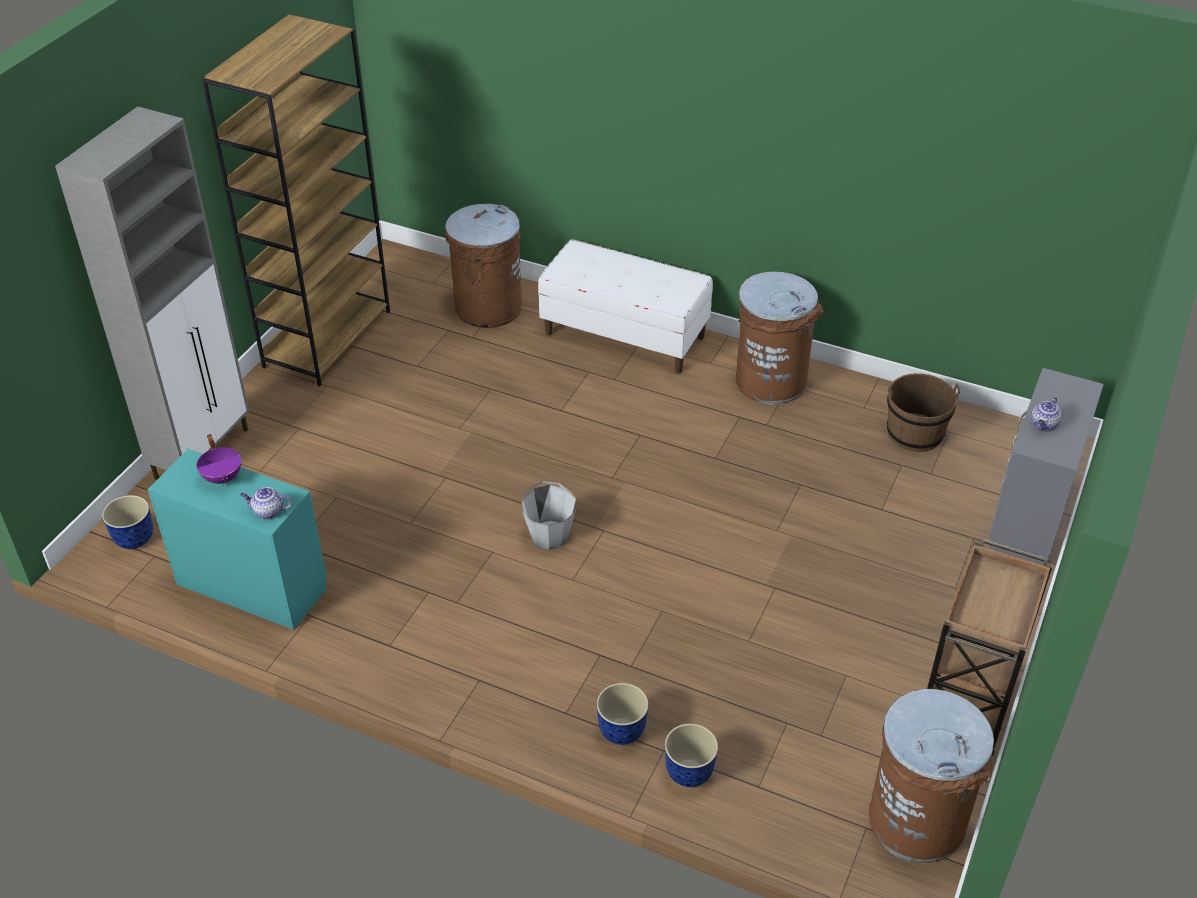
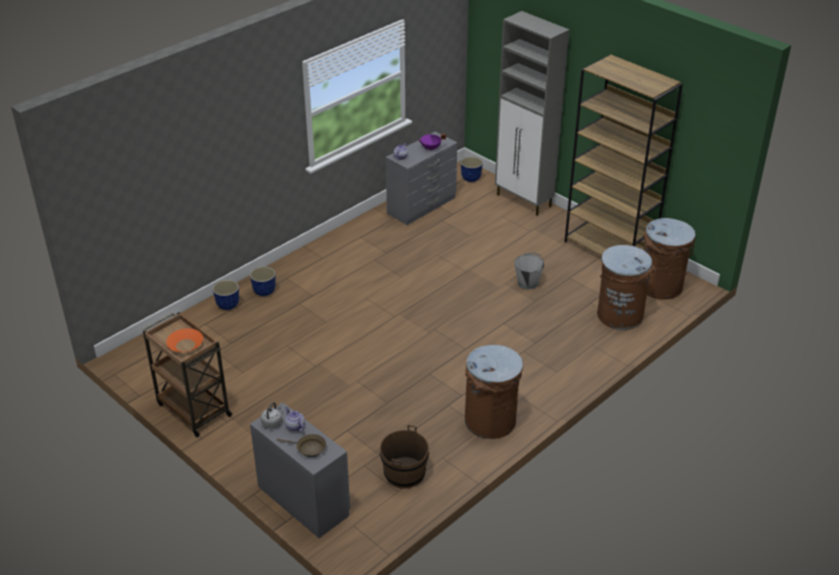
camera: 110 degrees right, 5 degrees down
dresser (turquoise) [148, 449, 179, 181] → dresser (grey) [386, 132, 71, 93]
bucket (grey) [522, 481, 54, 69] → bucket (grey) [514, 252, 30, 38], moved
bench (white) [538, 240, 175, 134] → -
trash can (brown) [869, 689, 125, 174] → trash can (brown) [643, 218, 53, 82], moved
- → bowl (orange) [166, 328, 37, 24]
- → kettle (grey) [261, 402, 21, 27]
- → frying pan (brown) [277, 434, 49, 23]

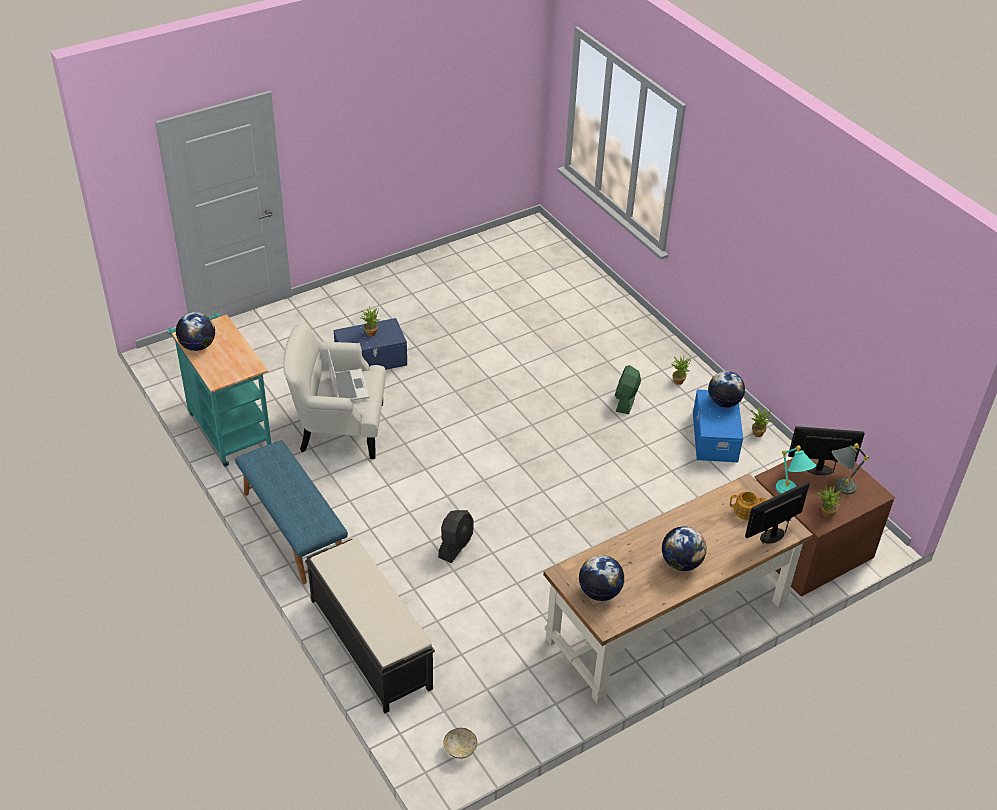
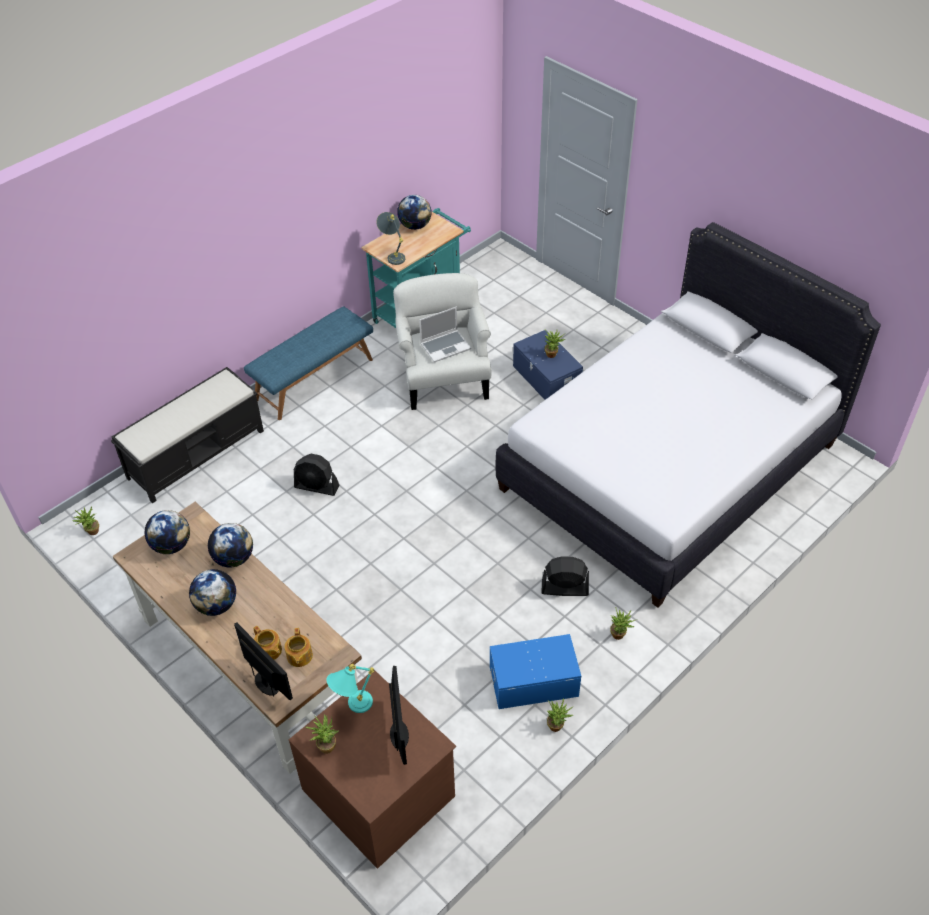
camera: 80 degrees right, 5 degrees up
bowl [444, 728, 33, 31] → potted plant [72, 506, 27, 29]
fan (green) [615, 365, 26, 49] → fan (black) [542, 556, 47, 40]
globe [708, 371, 37, 37] → globe [208, 523, 45, 45], moved
table lamp (grey) [832, 443, 37, 51] → table lamp (grey) [376, 212, 29, 53], moved
- → teapot [253, 626, 29, 34]
- → bed (white) [496, 222, 385, 386]

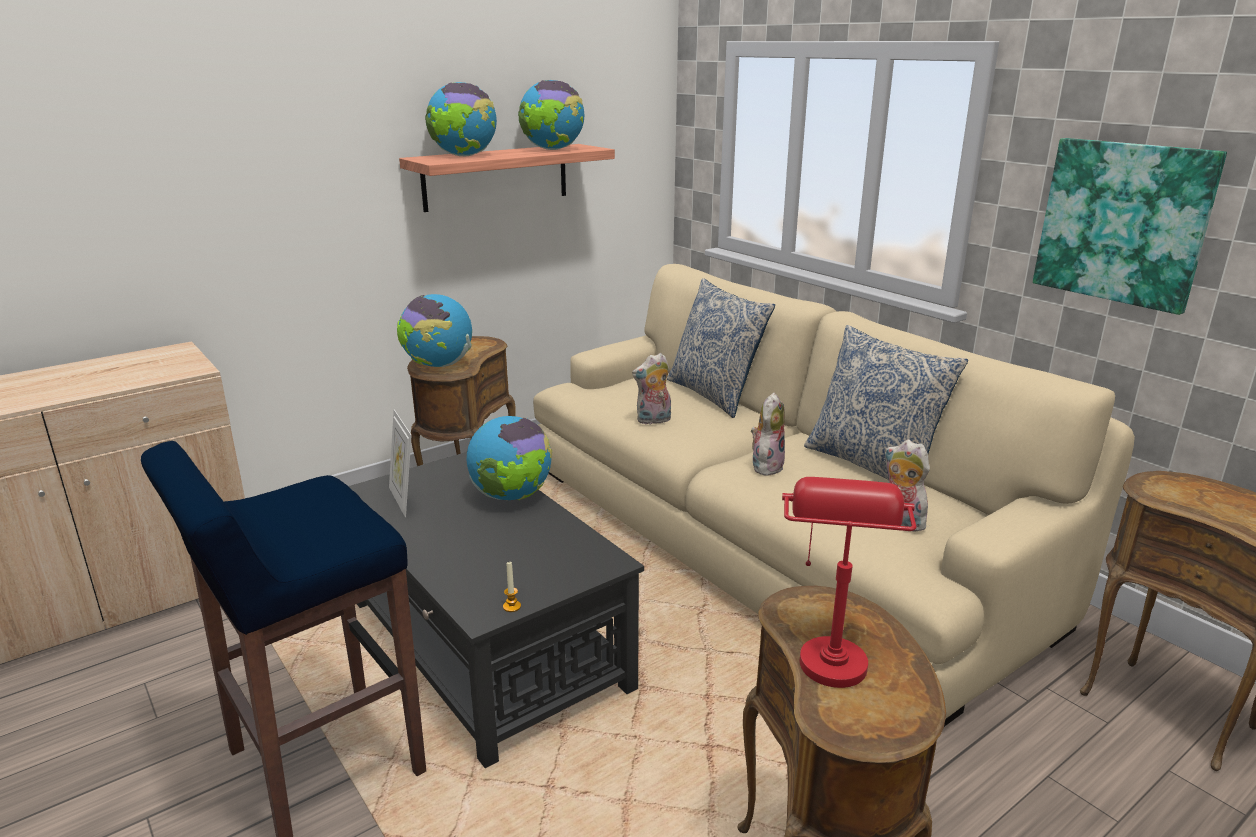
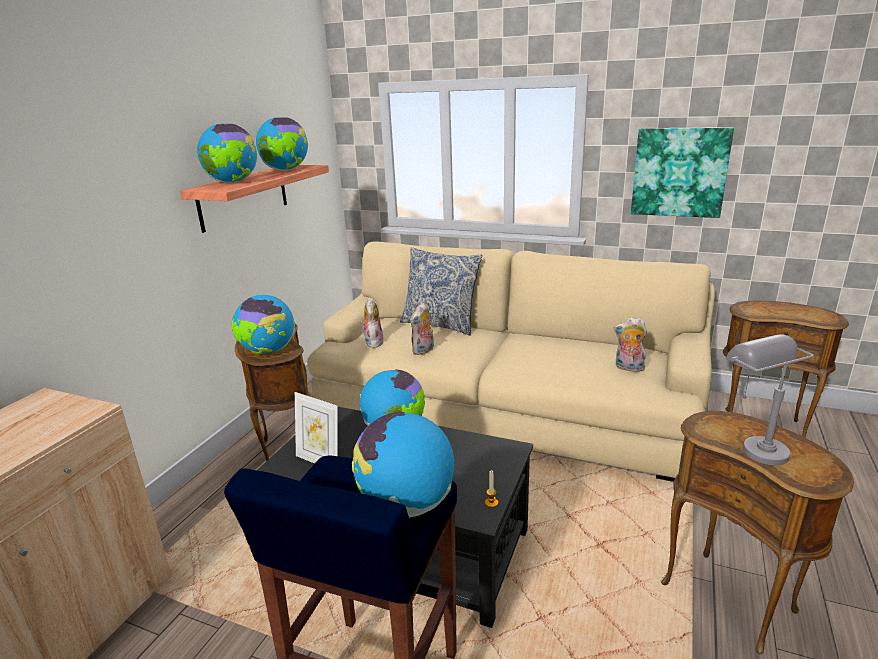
camera: 30 degrees left, 0 degrees up
plush toy [751, 393, 34, 83] → plush toy [360, 297, 23, 51], moved
table lamp (red) [782, 477, 134, 211] → table lamp (grey) [726, 334, 88, 131]
pillow [804, 325, 164, 155] → -
- → globe [352, 411, 102, 107]

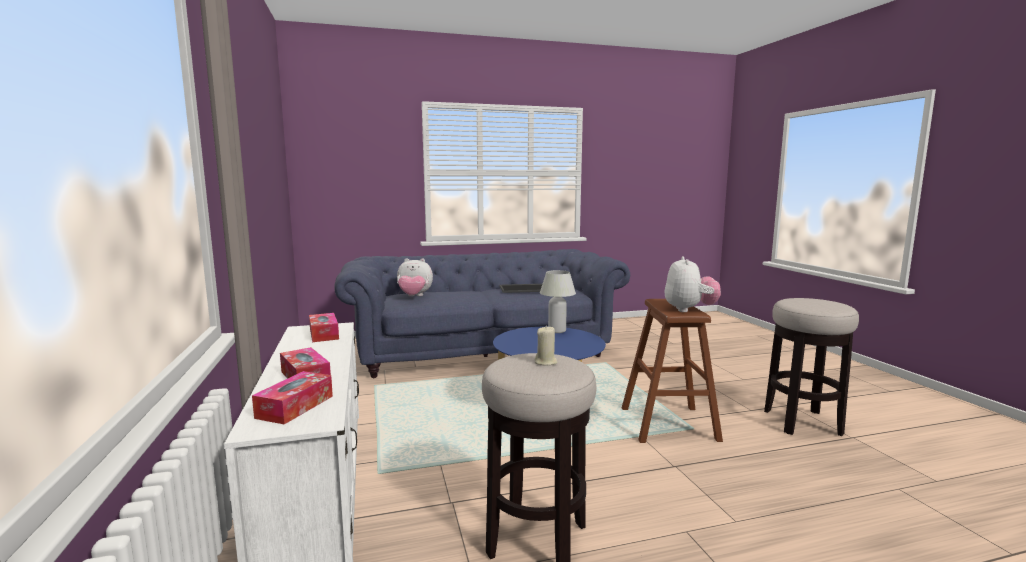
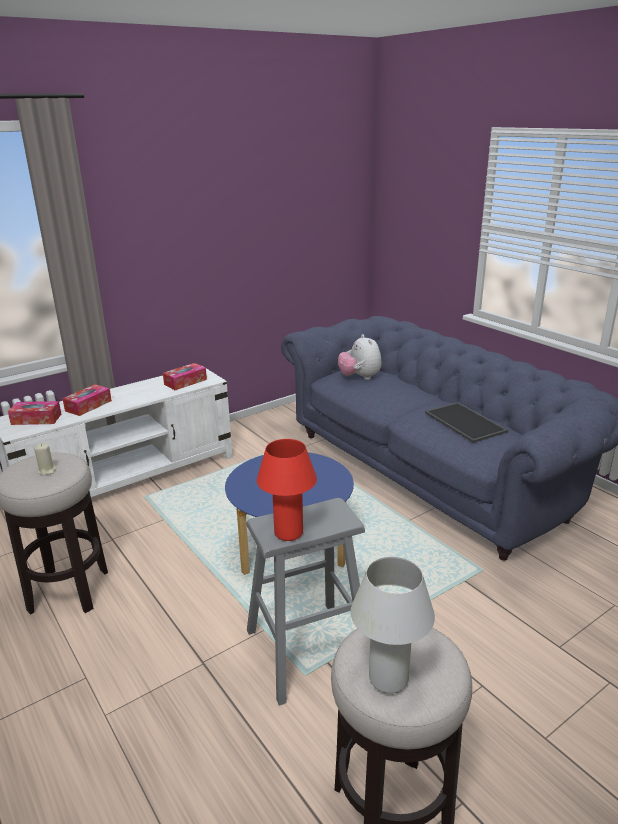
camera: 70 degrees right, 15 degrees up
table lamp (white) [540, 270, 36, 63] → table lamp (white) [351, 557, 84, 137], moved
stool (brown) [622, 299, 101, 144] → stool (grey) [247, 498, 118, 208]
plush toy [665, 256, 56, 56] → table lamp (red) [257, 439, 60, 102]

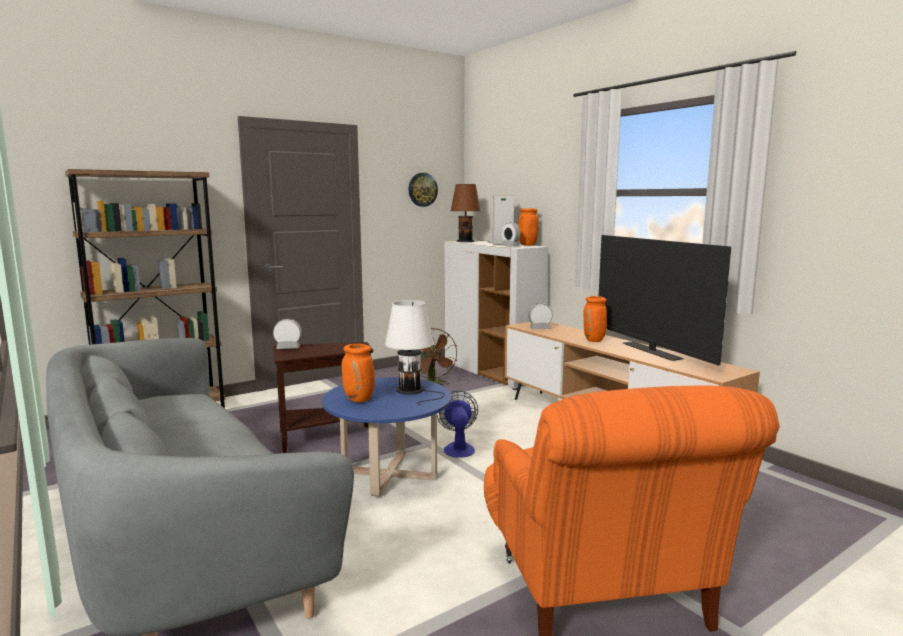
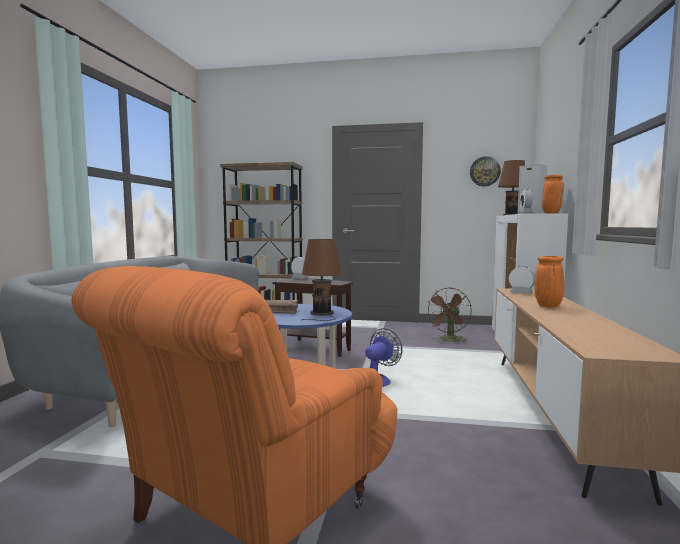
camera: 45 degrees right, 5 degrees down
vase (orange) [342, 344, 33, 58] → book (brown) [266, 300, 32, 14]
table lamp (white) [385, 300, 60, 105] → table lamp (brown) [301, 239, 41, 82]
television [599, 235, 132, 130] → -

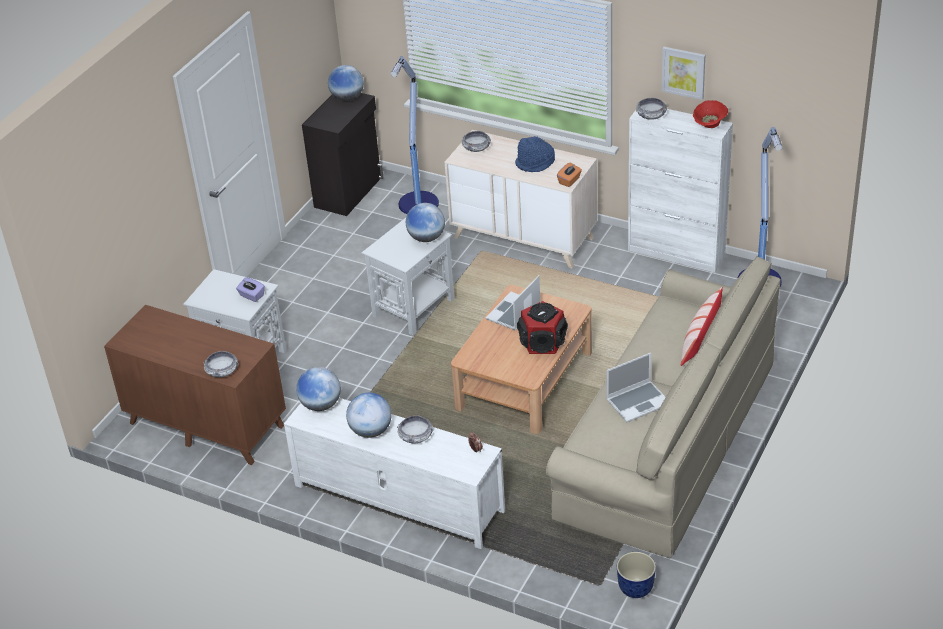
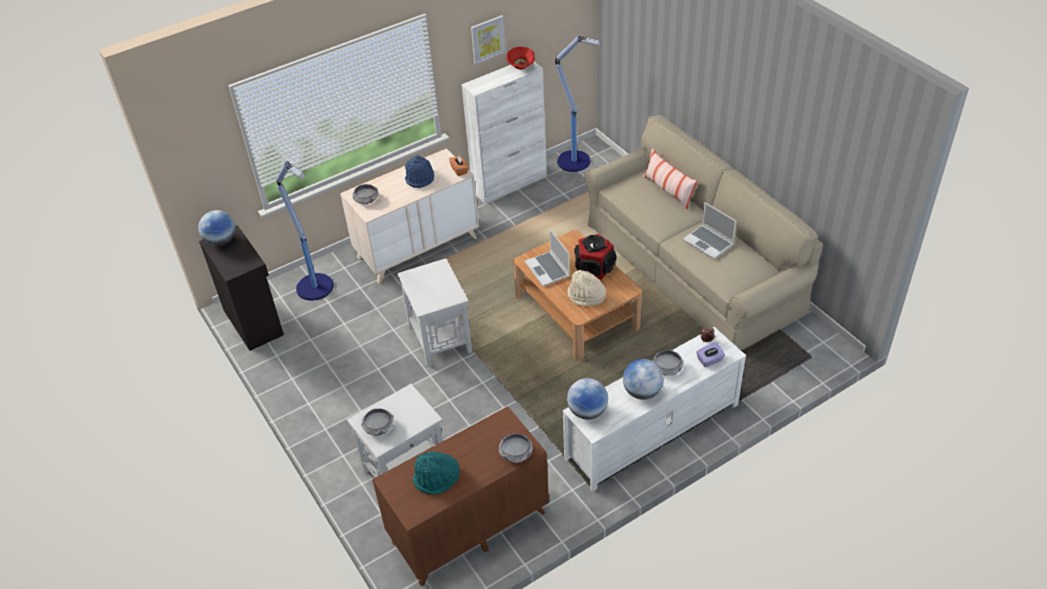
camera: 60 degrees left, 5 degrees up
tissue box (purple) [236, 277, 29, 25] → tissue box (purple) [697, 343, 28, 24], moved
globe [406, 203, 39, 39] → -
laptop [606, 353, 60, 69] → laptop [683, 202, 53, 57], 135 degrees clockwise
planter [617, 552, 39, 46] → -
bowl [636, 98, 31, 22] → bowl [361, 408, 33, 28], moved
- → hat (turquoise) [413, 451, 47, 44]
- → hat (beige) [567, 270, 39, 36]

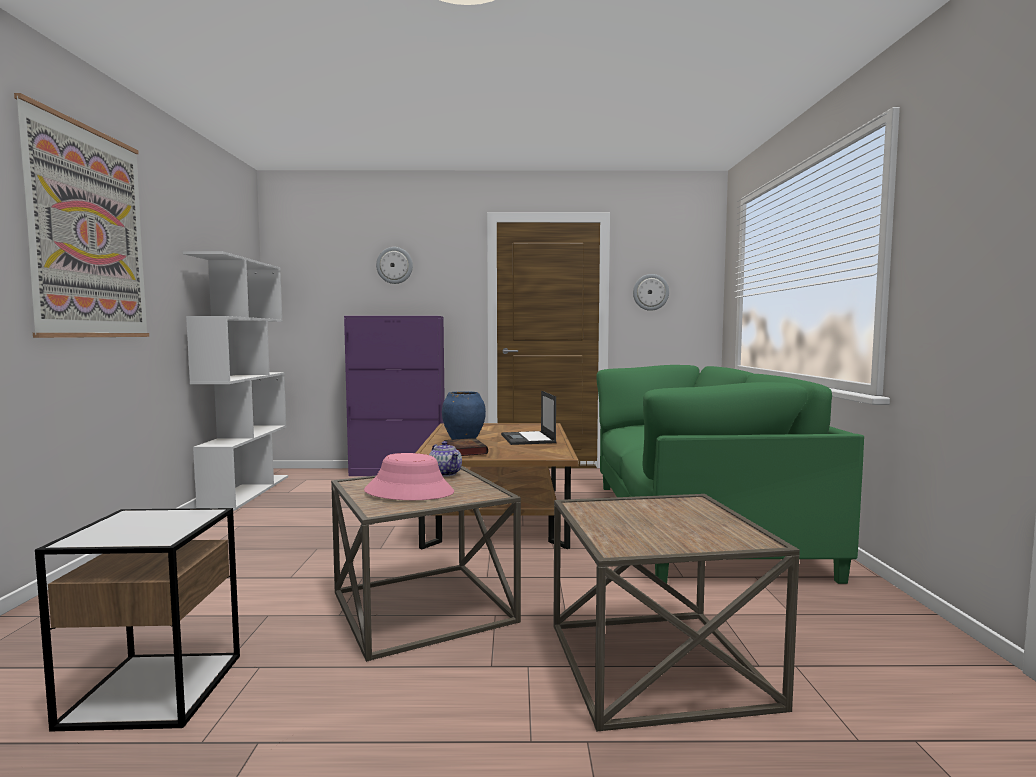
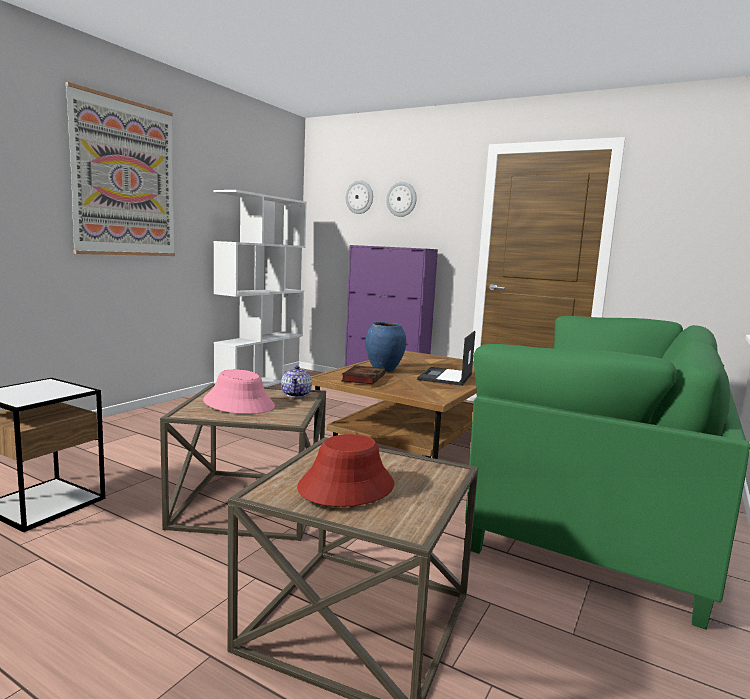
camera: 30 degrees right, 5 degrees up
wall clock [633, 274, 36, 37] → wall clock [346, 180, 27, 34], moved
- → hat (red) [297, 434, 97, 73]

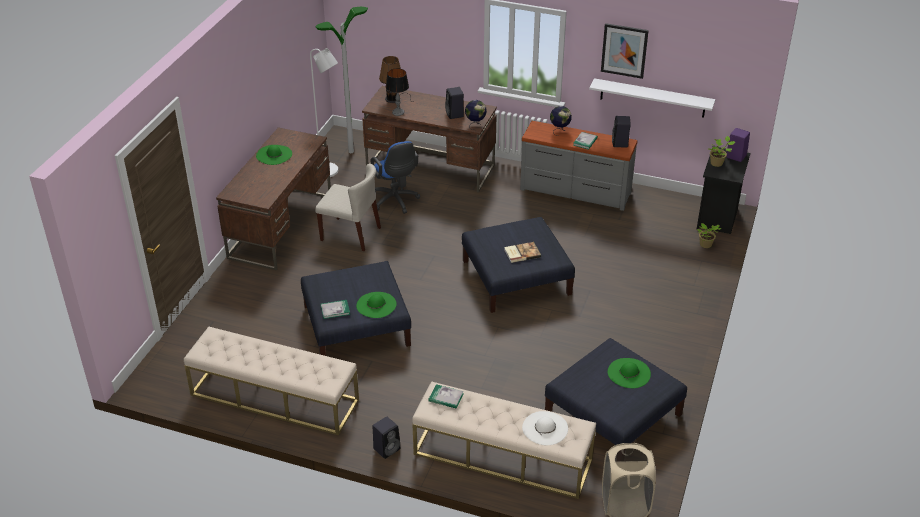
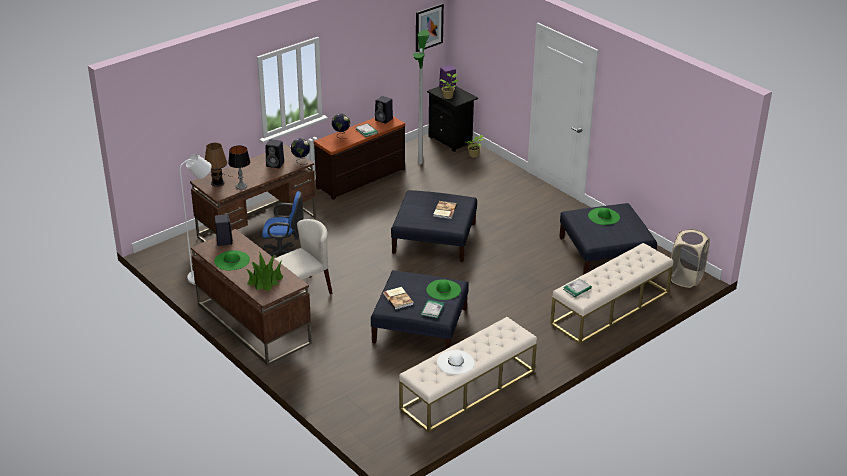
camera: 60 degrees left, 5 degrees down
floor lamp [316, 7, 52, 146] → floor lamp [413, 30, 16, 135], moved
speaker (black) [372, 417, 28, 42] → speaker (black) [215, 214, 18, 32], moved
dresser (grey) [520, 121, 118, 90] → dresser (brown) [314, 116, 91, 84]
hat (white) [522, 411, 46, 34] → hat (white) [437, 350, 38, 24], moved
shelf (white) [589, 78, 126, 40] → -
picture [601, 23, 48, 56] → picture [416, 3, 28, 49], moved
- → potted plant [247, 253, 37, 38]
- → book [383, 287, 31, 23]

